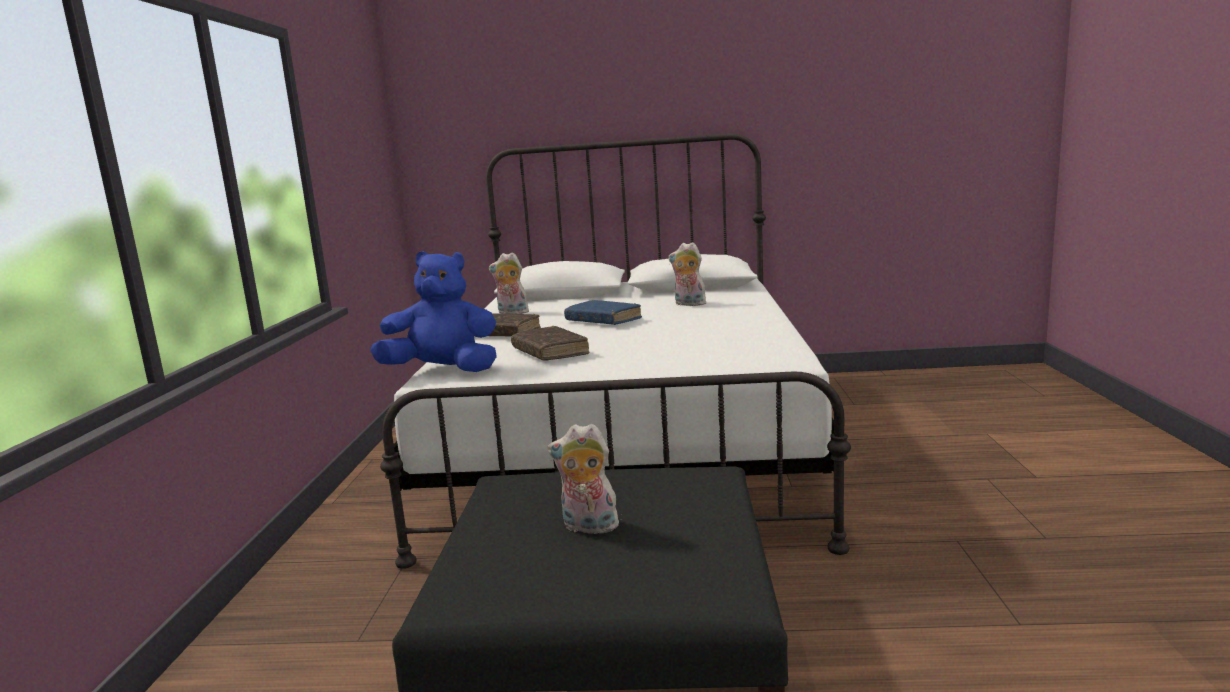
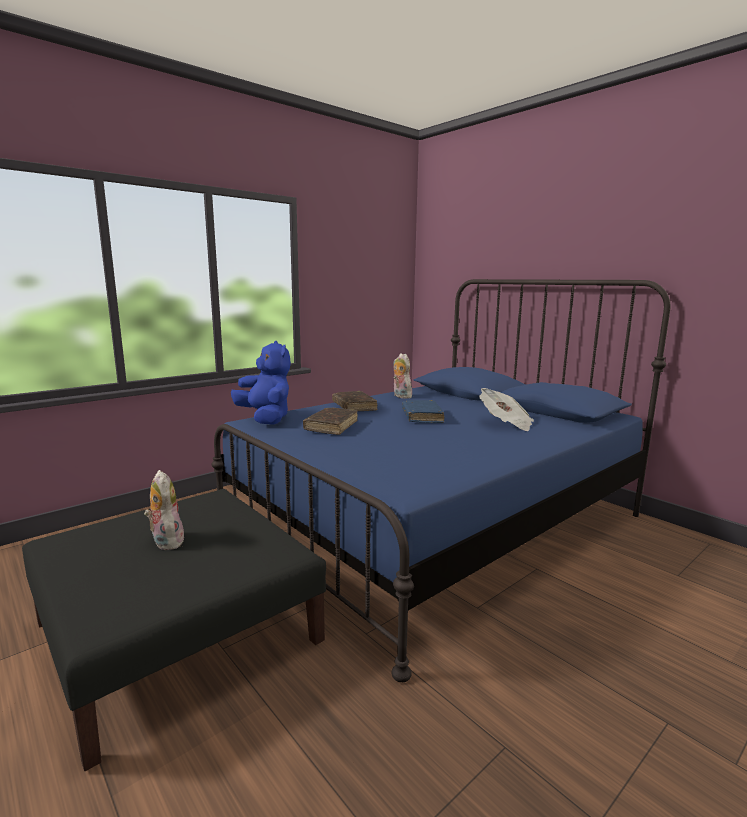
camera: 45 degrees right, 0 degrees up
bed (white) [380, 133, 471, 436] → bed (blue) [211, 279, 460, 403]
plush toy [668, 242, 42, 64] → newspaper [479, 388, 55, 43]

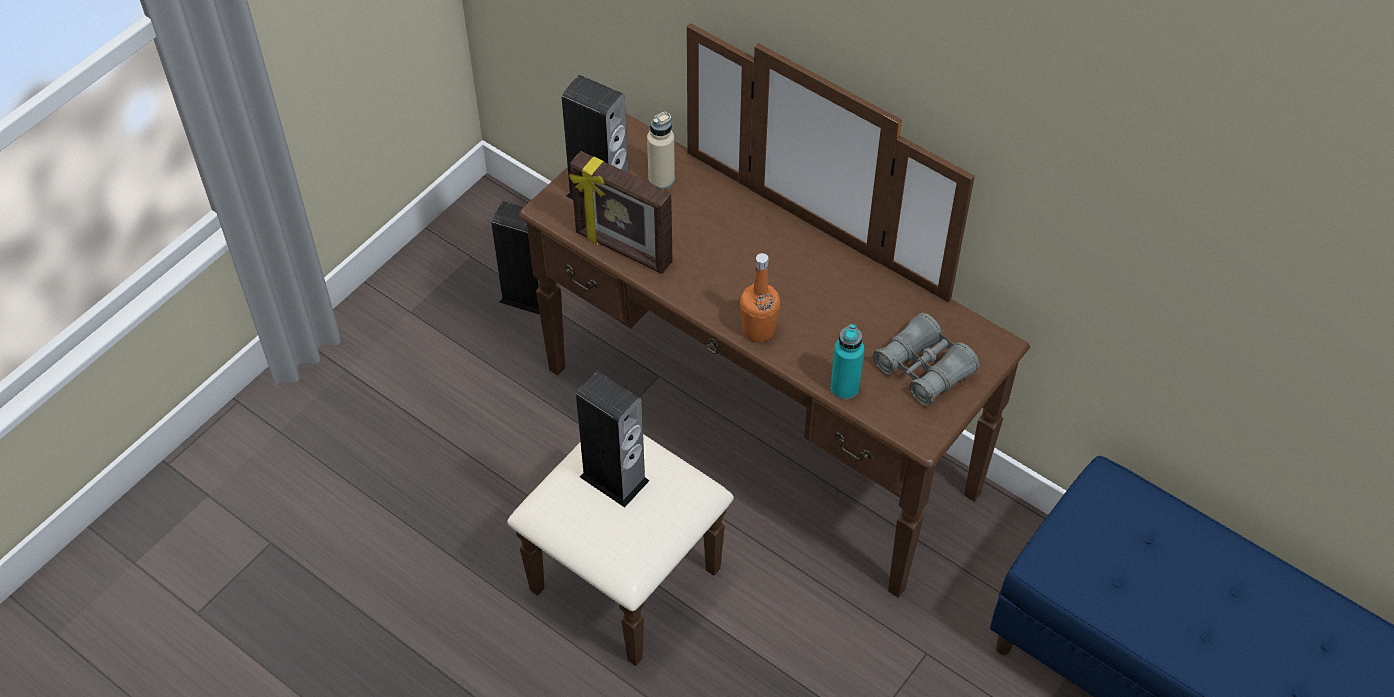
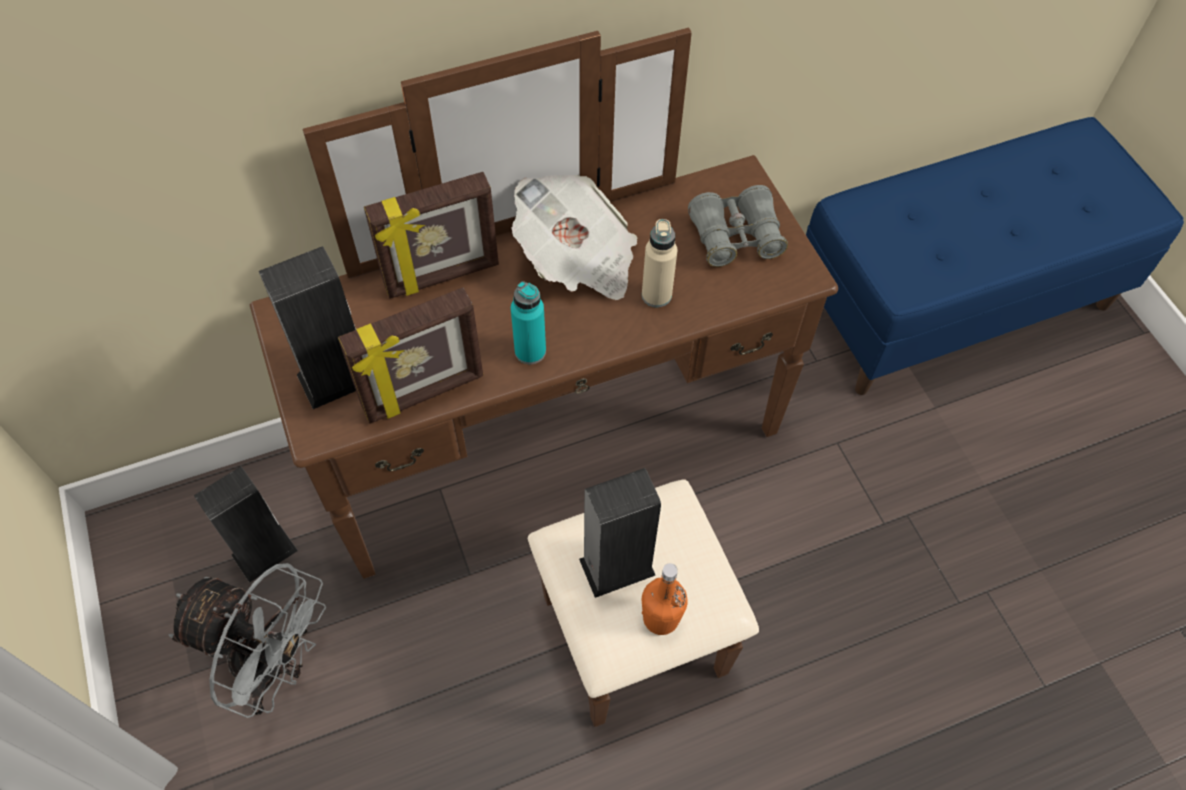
camera: 60 degrees left, 5 degrees up
bottle (beige) [647, 112, 28, 77] → bottle (beige) [642, 219, 35, 89], moved
bottle (orange) [740, 253, 40, 89] → bottle (orange) [642, 563, 46, 72], moved
bottle (turquoise) [830, 324, 34, 76] → bottle (turquoise) [511, 281, 35, 83], moved
- → fan (grey) [168, 563, 158, 155]
- → picture frame [364, 172, 135, 127]
- → newspaper [511, 175, 127, 125]

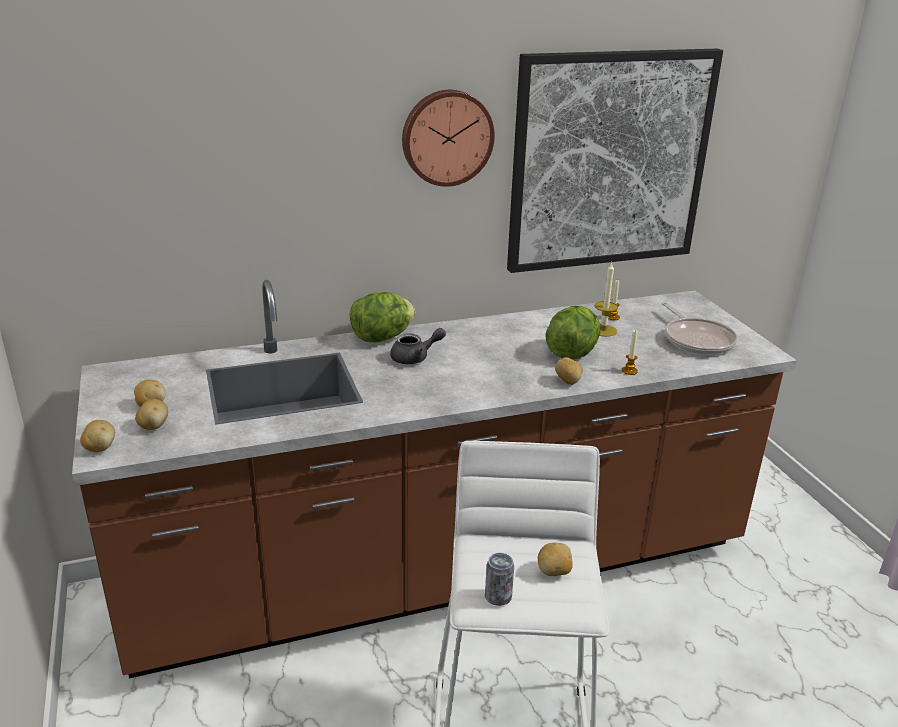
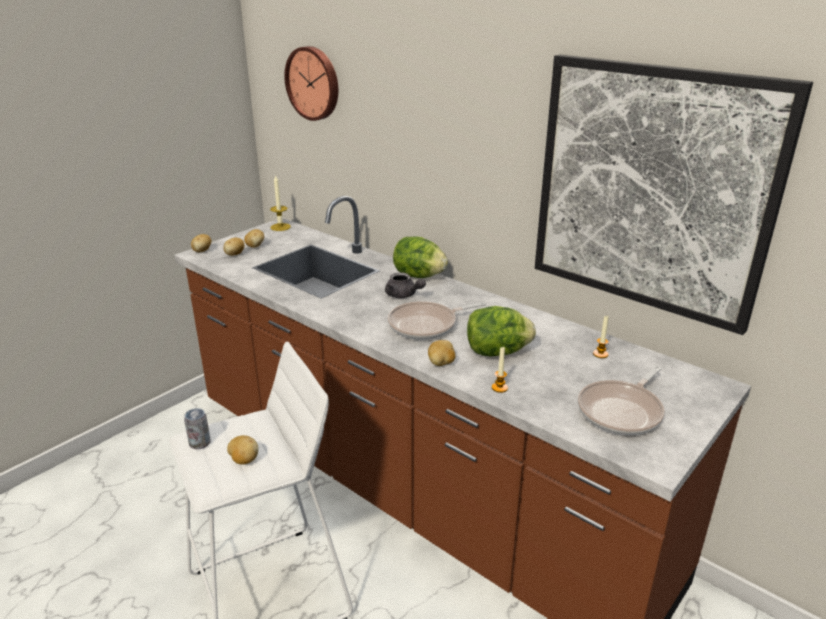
camera: 60 degrees right, 0 degrees up
wall clock [402, 90, 93, 97] → wall clock [284, 46, 54, 75], moved
candle [594, 262, 24, 75] → candle [270, 175, 21, 56], moved
- → frying pan [388, 301, 98, 39]

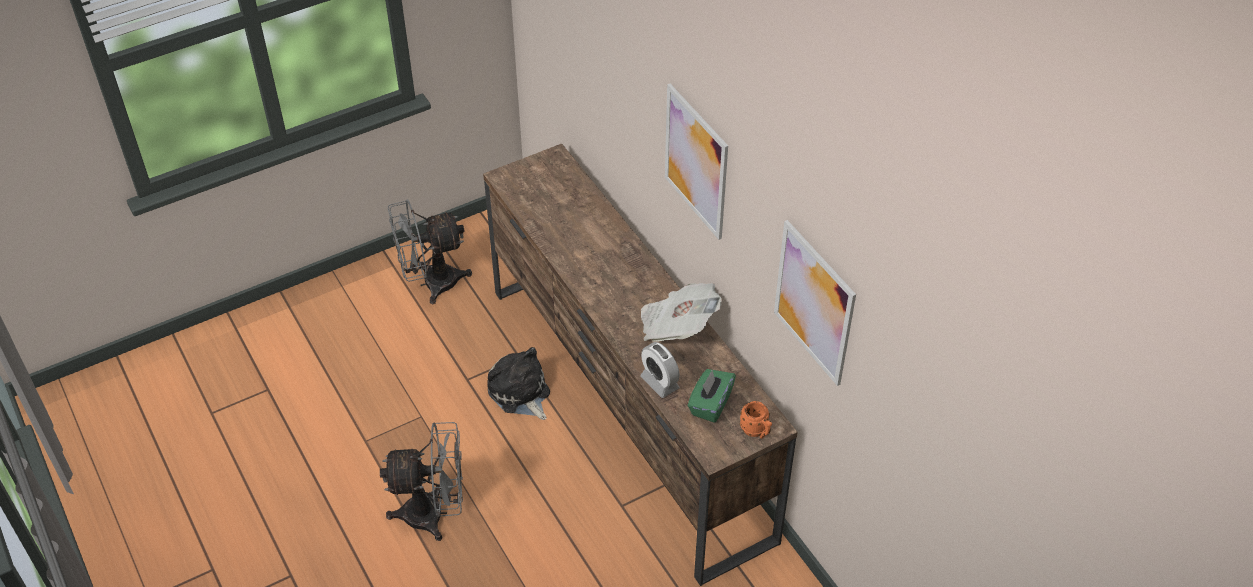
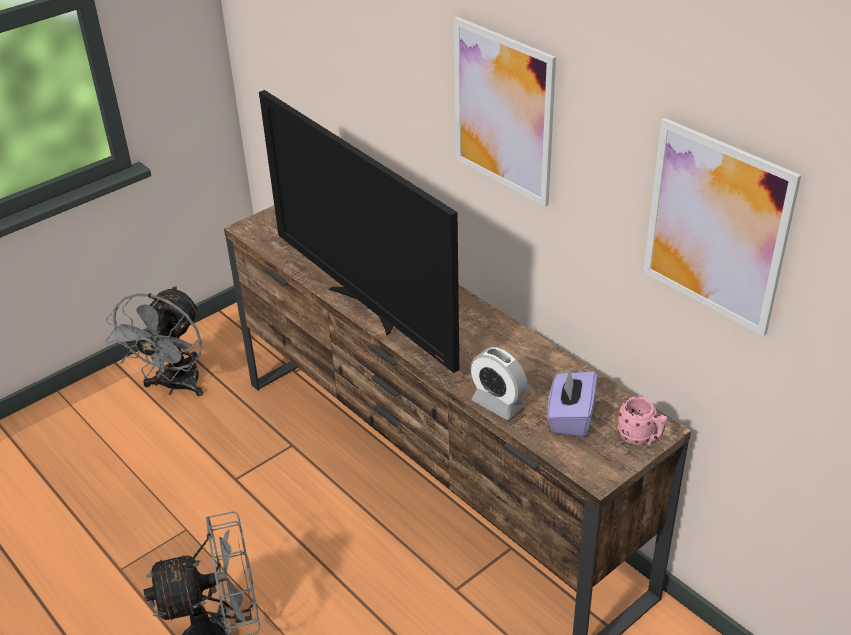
camera: 10 degrees left, 10 degrees down
fan (grey) [388, 199, 84, 105] → fan (grey) [106, 286, 97, 110], 45 degrees counterclockwise
plush toy [487, 347, 63, 73] → -
newspaper [641, 283, 81, 59] → -
tissue box (green) [688, 369, 48, 54] → tissue box (purple) [548, 368, 49, 69]
mug (orange) [740, 401, 32, 38] → mug (pink) [618, 396, 49, 50]
- → television [259, 90, 200, 283]

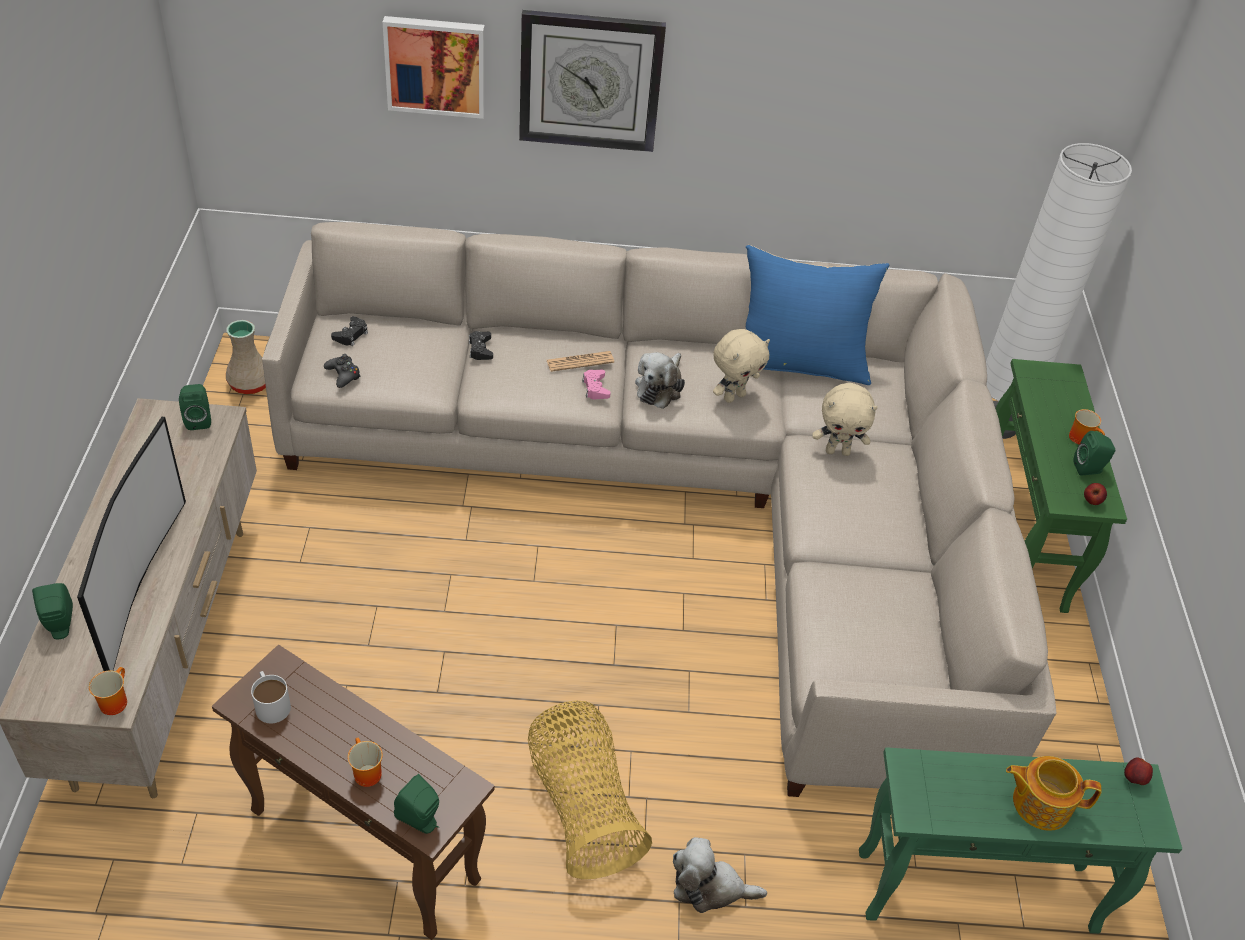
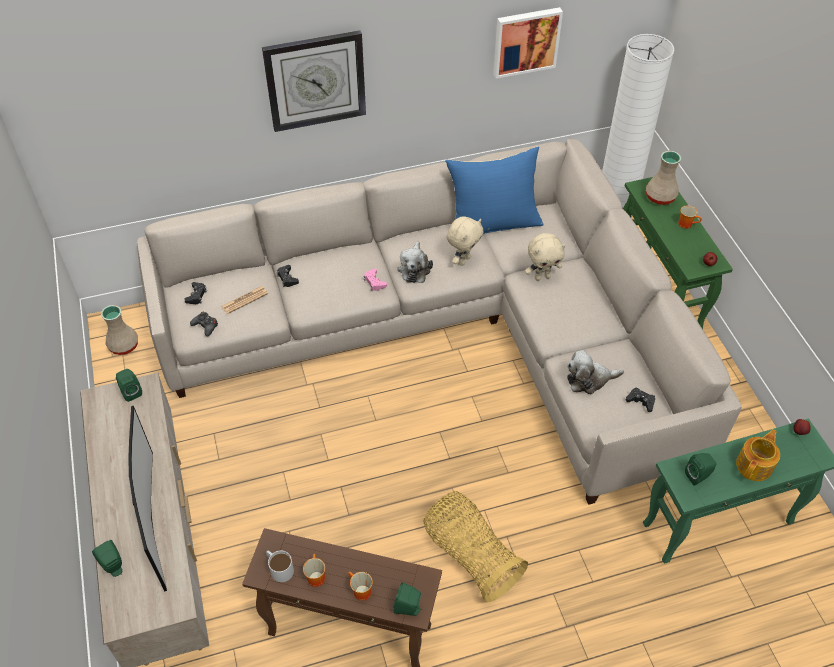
camera: 15 degrees left, 5 degrees up
mug [89, 667, 38, 48] → mug [303, 554, 22, 33], moved
picture [383, 16, 102, 103] → picture [493, 7, 70, 72], moved
newspaper [547, 351, 67, 21] → newspaper [221, 286, 47, 28], moved
plush toy [673, 837, 94, 76] → plush toy [567, 350, 57, 44], moved
teapot [1006, 756, 96, 75] → teapot [736, 429, 44, 52], 135 degrees clockwise
speaker (green) [1073, 431, 42, 44] → speaker (green) [685, 453, 31, 33], moved
- → game controller (black) [626, 388, 29, 24]
- → vase (beige) [646, 151, 35, 54]

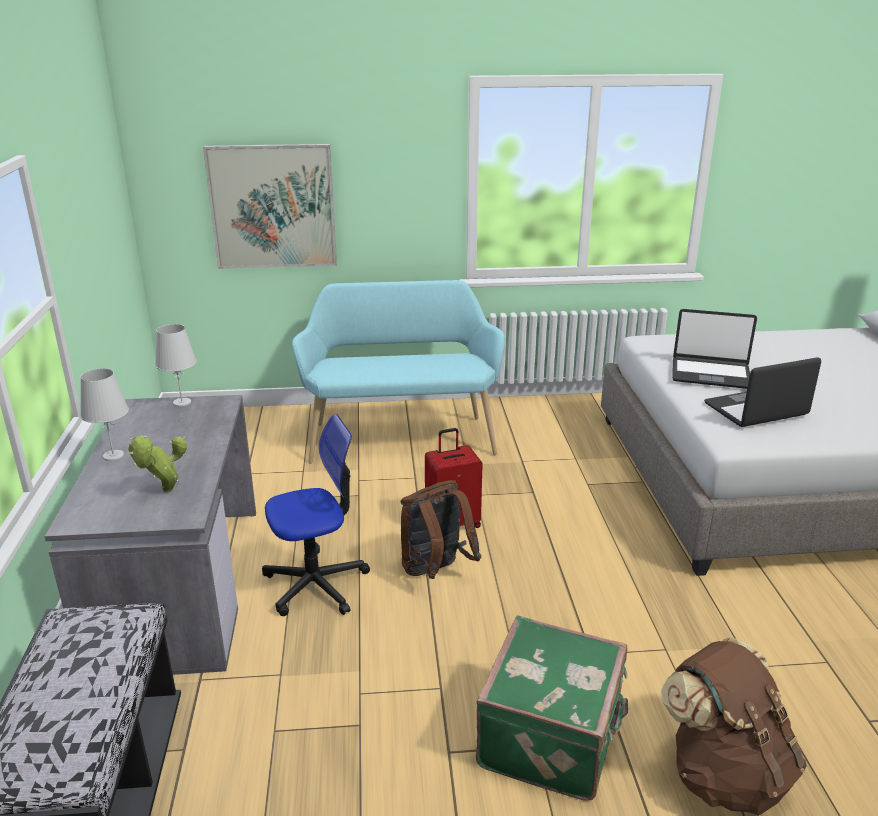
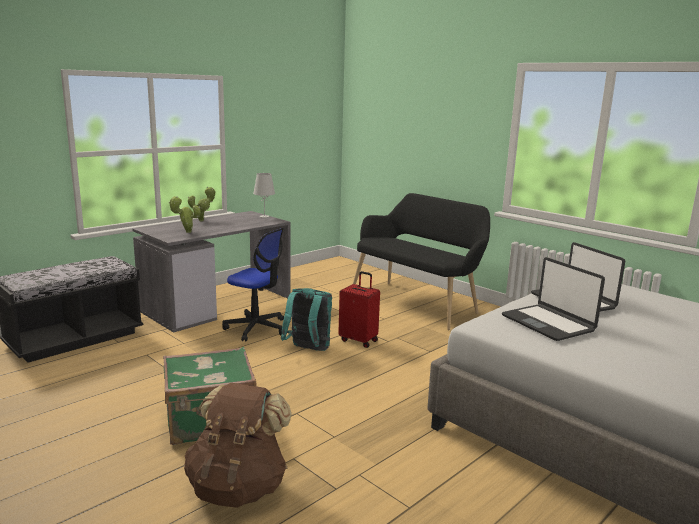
camera: 50 degrees right, 10 degrees down
table lamp (white) [80, 368, 49, 93] → potted plant [188, 187, 28, 34]
picture [203, 144, 134, 125] → -
bench (turquoise) [292, 280, 213, 184] → bench (black) [353, 193, 137, 137]
backpack (brown) [401, 480, 80, 99] → backpack (turquoise) [281, 288, 51, 63]
laptop [704, 357, 117, 70] → laptop [502, 257, 103, 84], 150 degrees counterclockwise

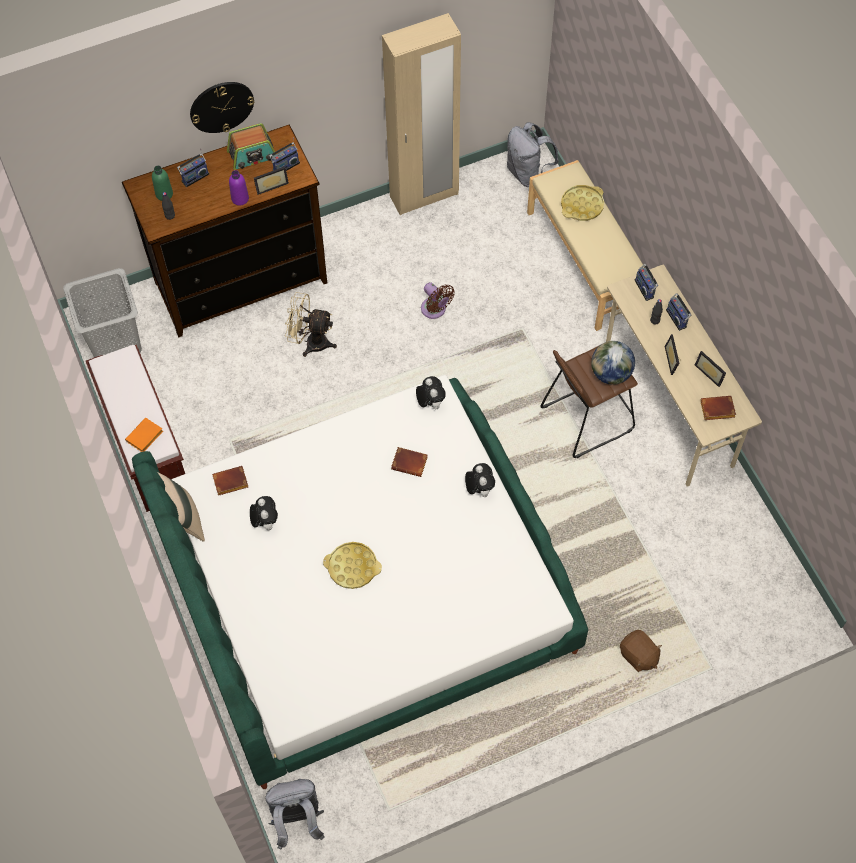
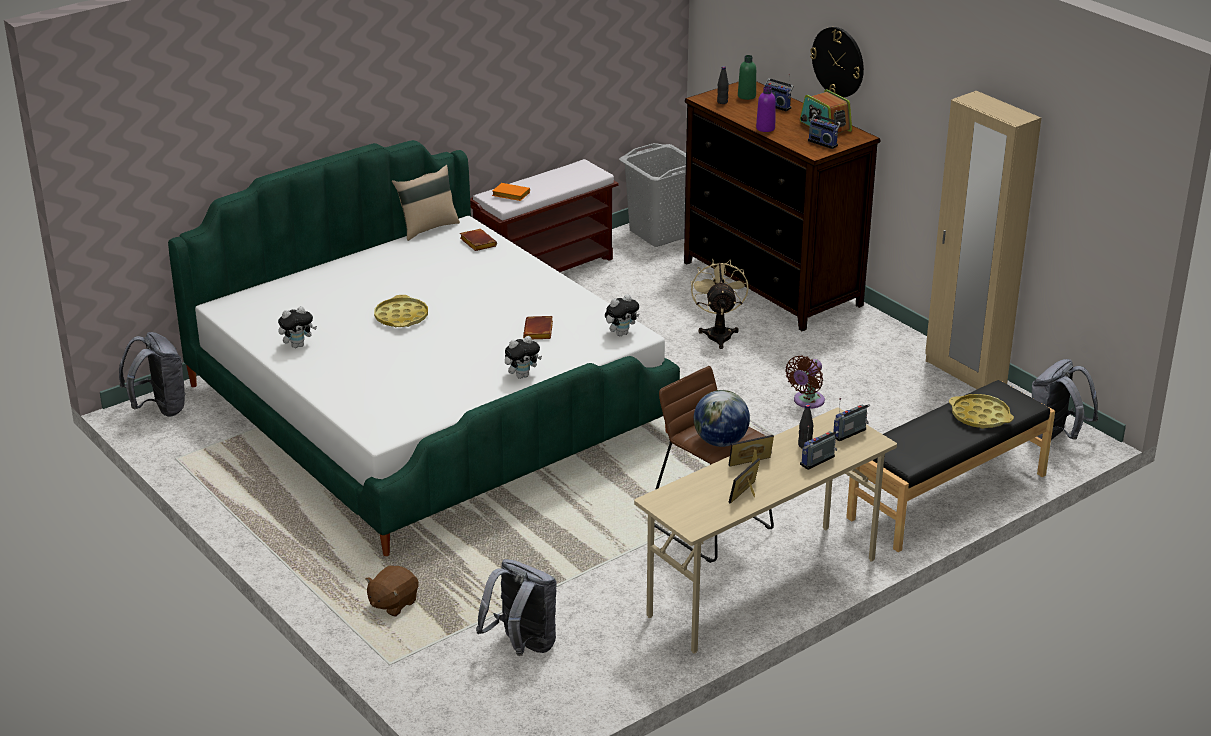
camera: 75 degrees right, 30 degrees down
plush toy [250, 496, 28, 34] → plush toy [278, 306, 39, 42], moved
picture frame [254, 167, 35, 28] → -
bench (beige) [527, 160, 118, 171] → bench (black) [846, 380, 209, 172]
book (brown) [700, 396, 36, 24] → -
- → backpack (grey) [476, 559, 81, 97]

